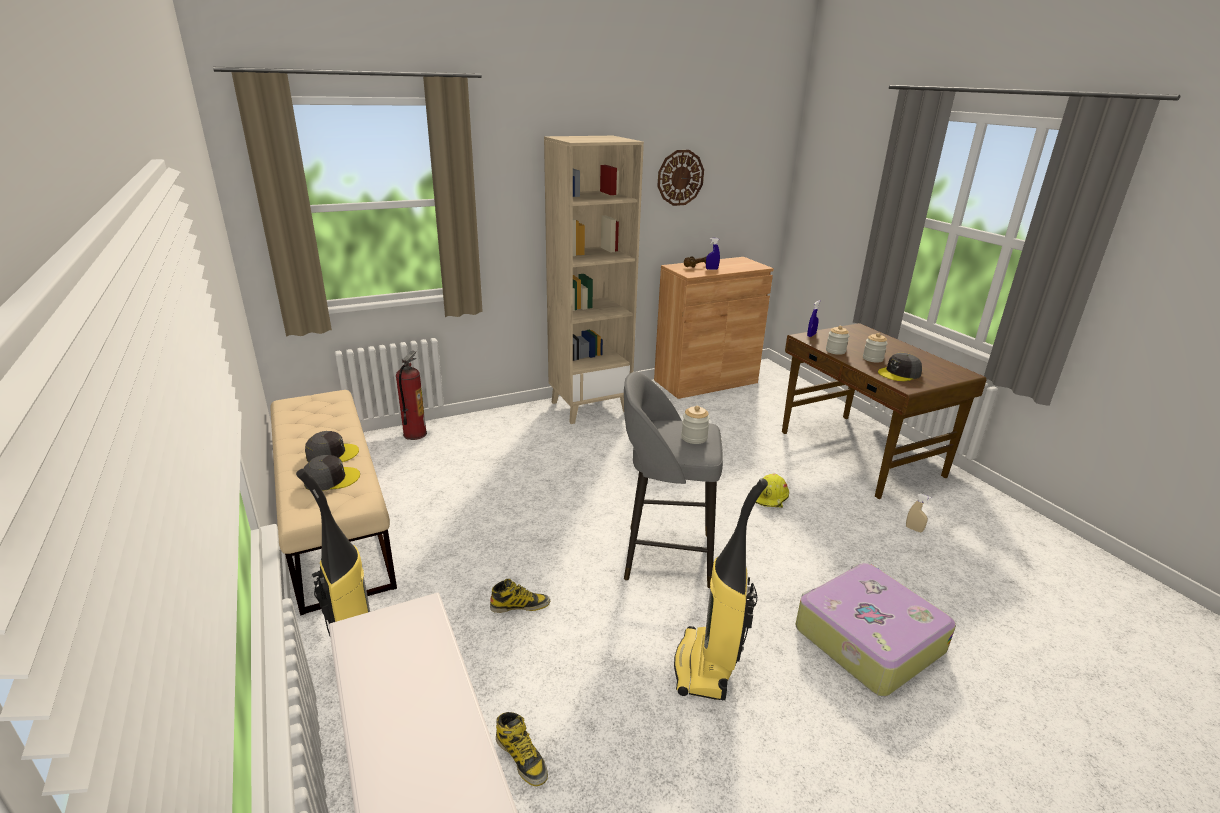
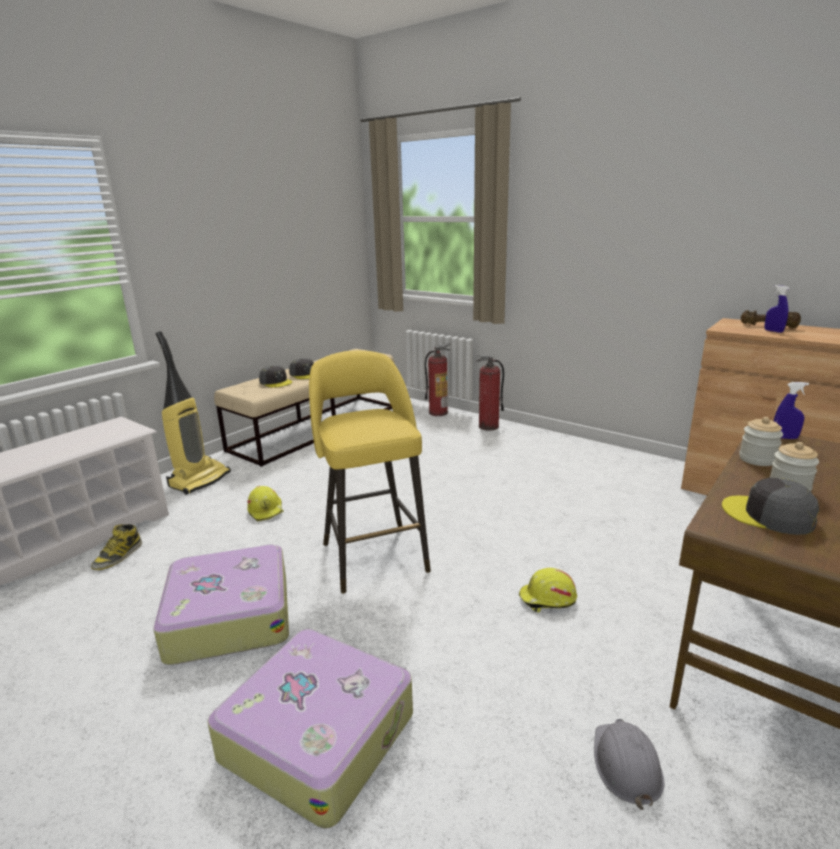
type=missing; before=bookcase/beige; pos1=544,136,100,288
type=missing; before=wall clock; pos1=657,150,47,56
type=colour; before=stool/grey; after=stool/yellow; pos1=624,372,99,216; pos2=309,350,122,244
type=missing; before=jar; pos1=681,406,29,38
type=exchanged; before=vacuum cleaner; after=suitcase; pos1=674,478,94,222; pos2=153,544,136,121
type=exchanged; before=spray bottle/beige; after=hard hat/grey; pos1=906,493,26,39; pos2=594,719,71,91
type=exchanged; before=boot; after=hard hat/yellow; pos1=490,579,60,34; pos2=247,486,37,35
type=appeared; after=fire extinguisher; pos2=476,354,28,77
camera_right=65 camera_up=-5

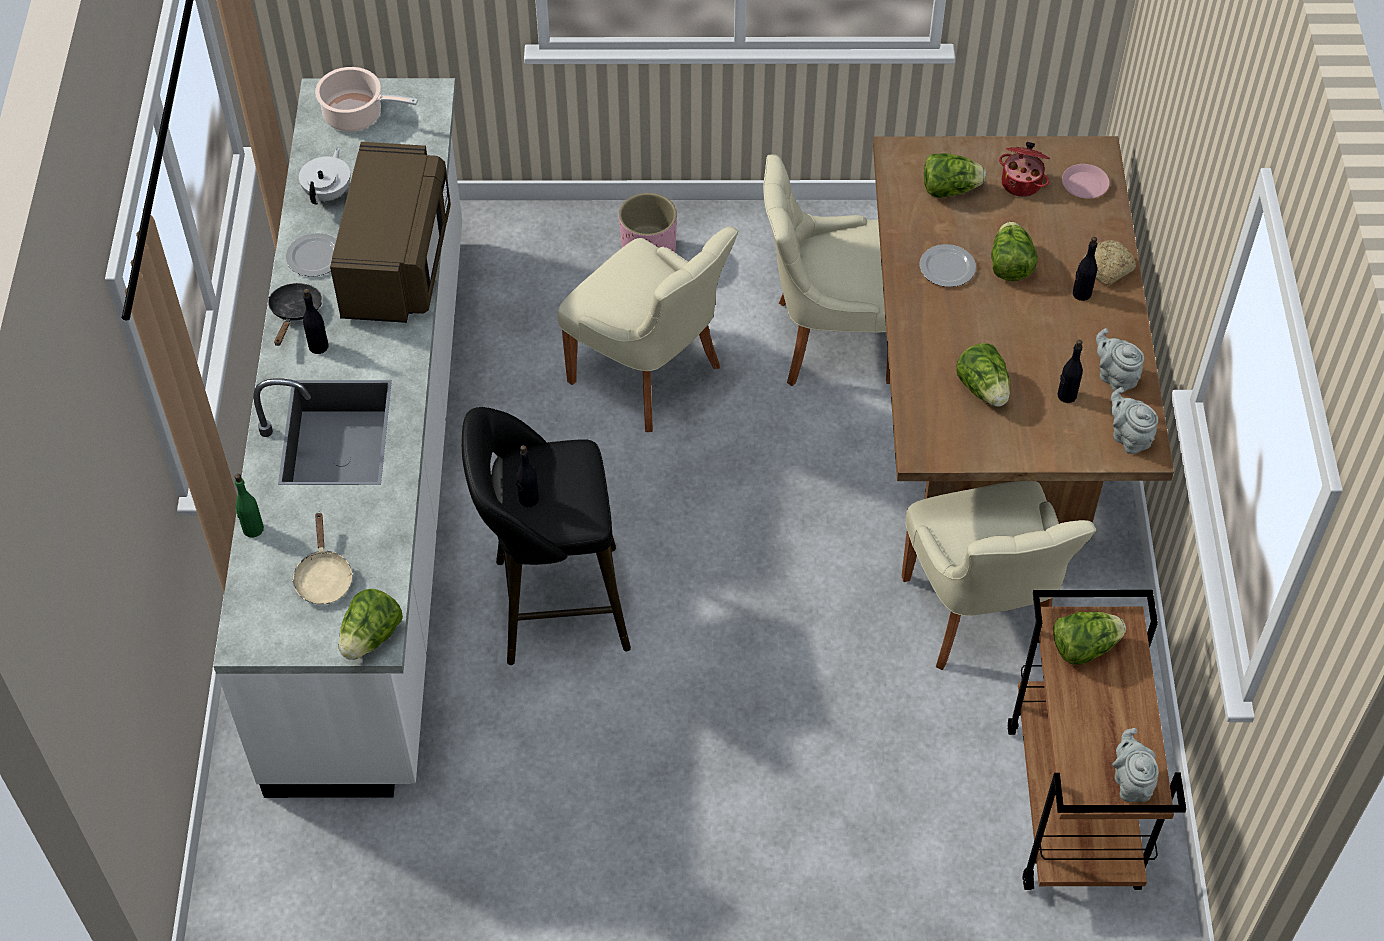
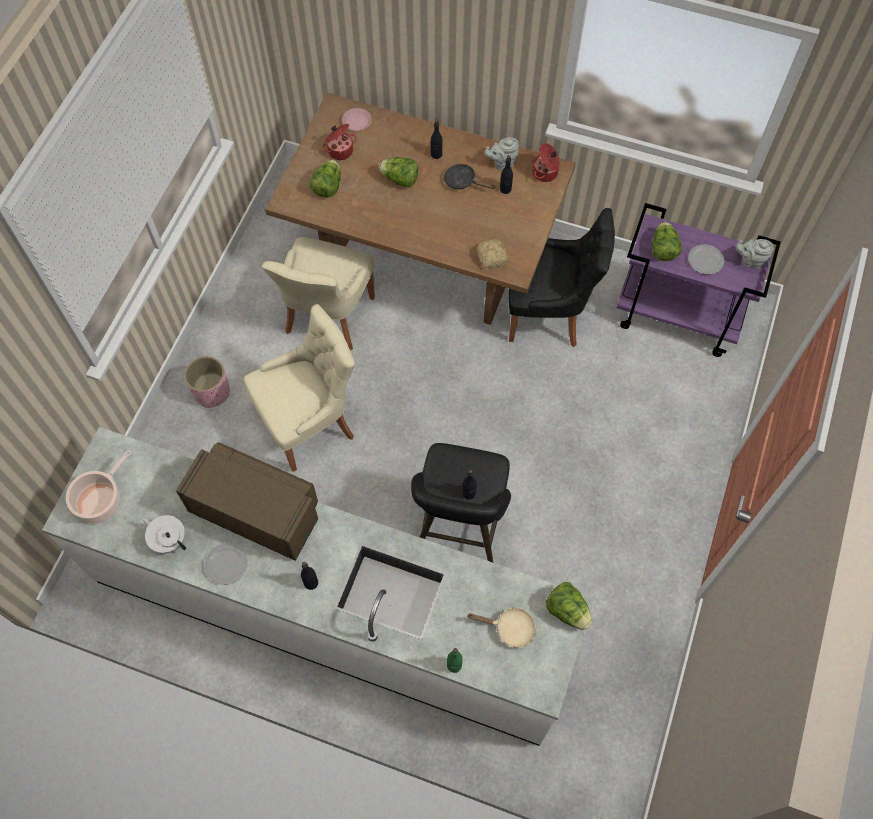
type=relocated; before=bread; pos1=1082,240,54,46; pos2=477,239,32,30
type=relocated; before=plate; pos1=919,244,57,43; pos2=688,244,36,31
type=relocated; before=frying pan/black; pos1=268,283,54,63; pos2=443,164,52,25
type=missing; before=lettuce; pos1=956,343,54,64
type=exchanged; before=teapot/grey; after=cooking pot; pos1=1111,387,47,67; pos2=532,143,28,39
type=colour; before=chair/beige; after=chair/black; pos1=902,481,194,189; pos2=508,208,107,139
type=colour; before=cart/brown; after=cart/purple; pos1=1007,590,179,300; pos2=616,203,165,154
camera_right=-70 camera_up=10

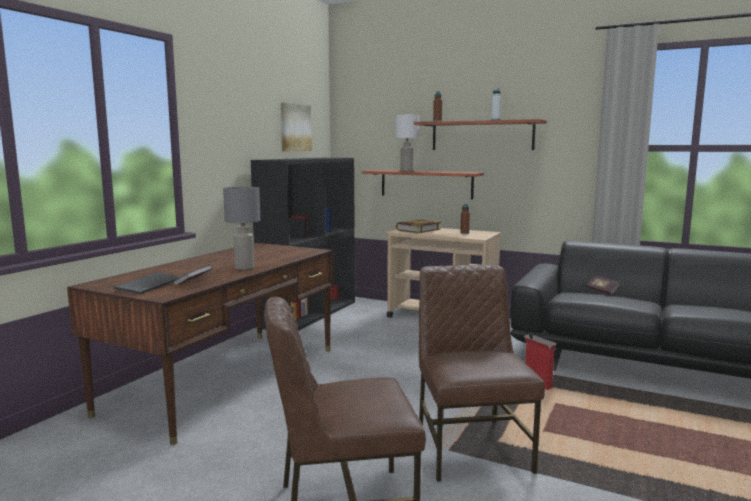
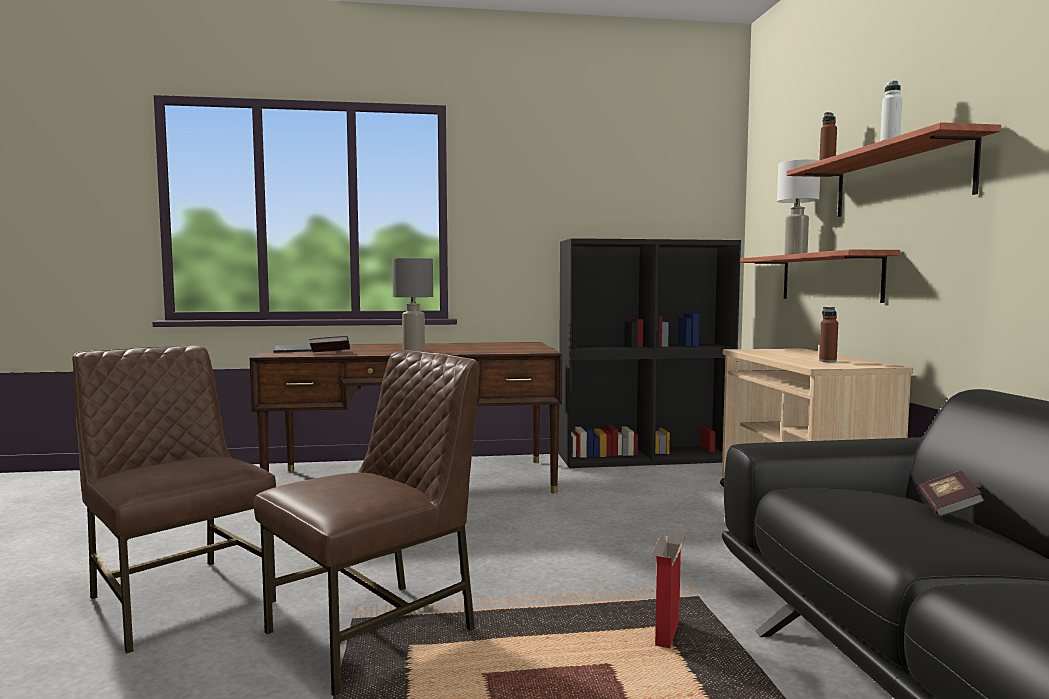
type=missing; before=picture; pos1=281,103,31,48
type=missing; before=book; pos1=396,219,45,14
camera_right=55 camera_up=-5

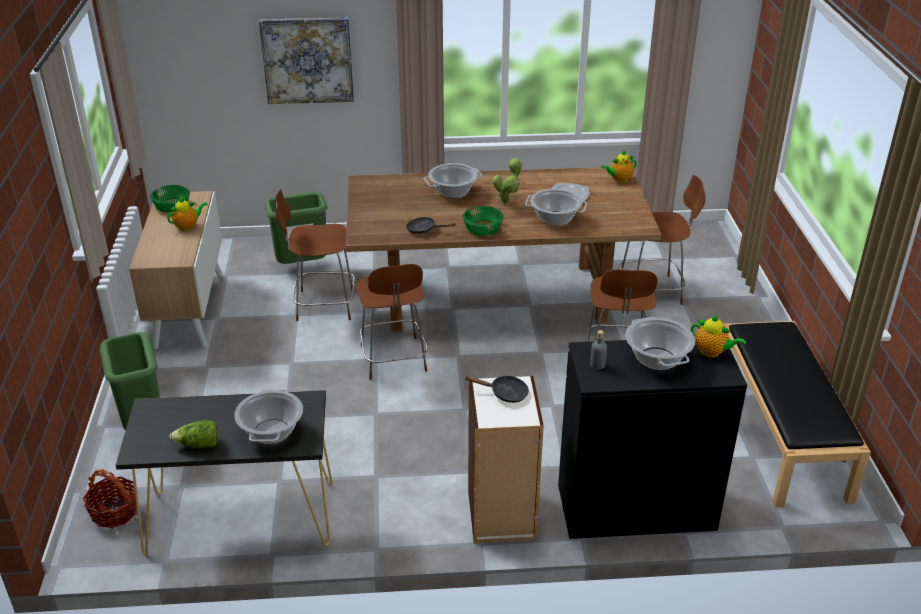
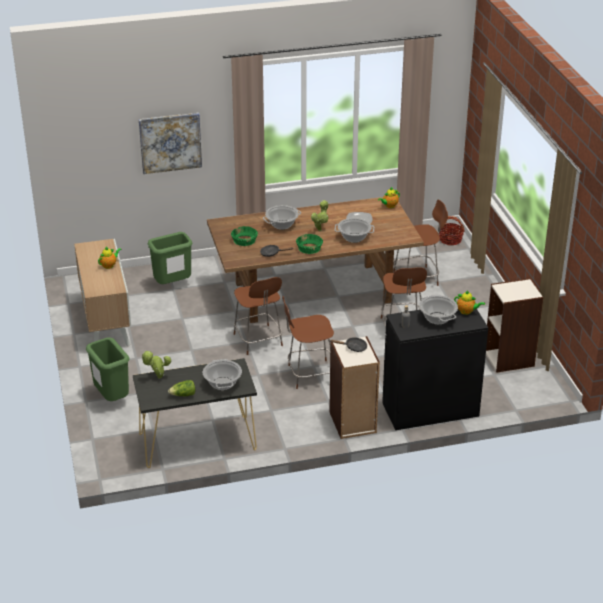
type=relocated; before=bowl/green; pos1=150,185,40,27; pos2=231,226,27,20
type=relocated; before=stool/brown; pos1=276,189,79,132; pos2=282,296,52,93
type=exchanged; before=bench/black; after=bookcase; pos1=724,321,147,187; pos2=486,278,57,94
type=relocated; before=basket; pos1=83,469,55,59; pos2=438,216,26,29
type=appeared; after=potted plant; pos2=141,351,30,28
camera_right=-10 camera_up=0

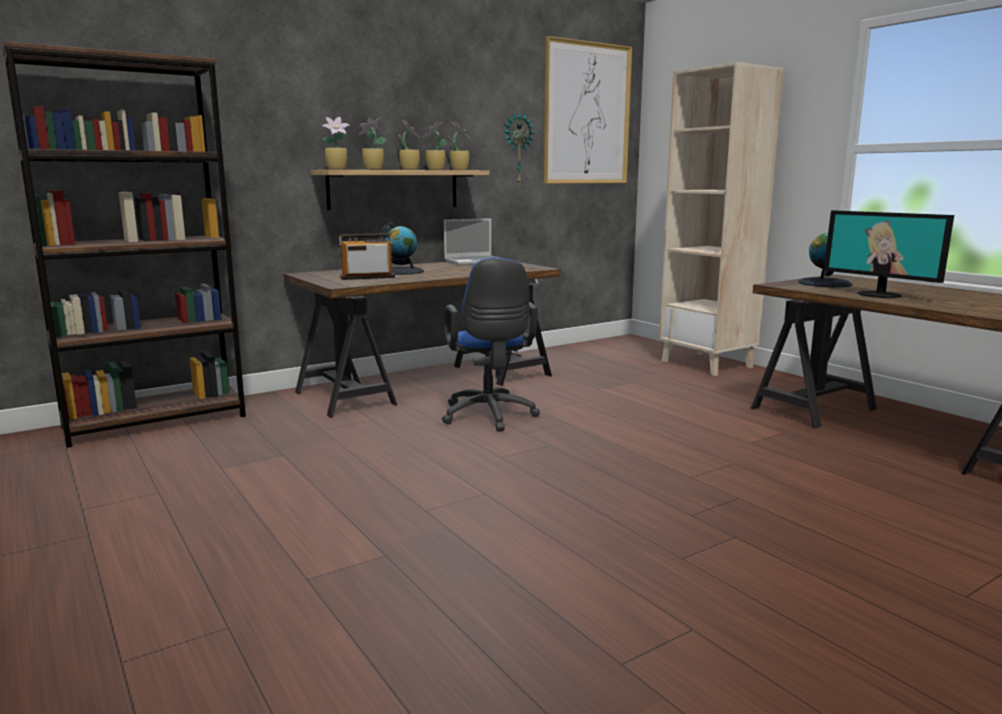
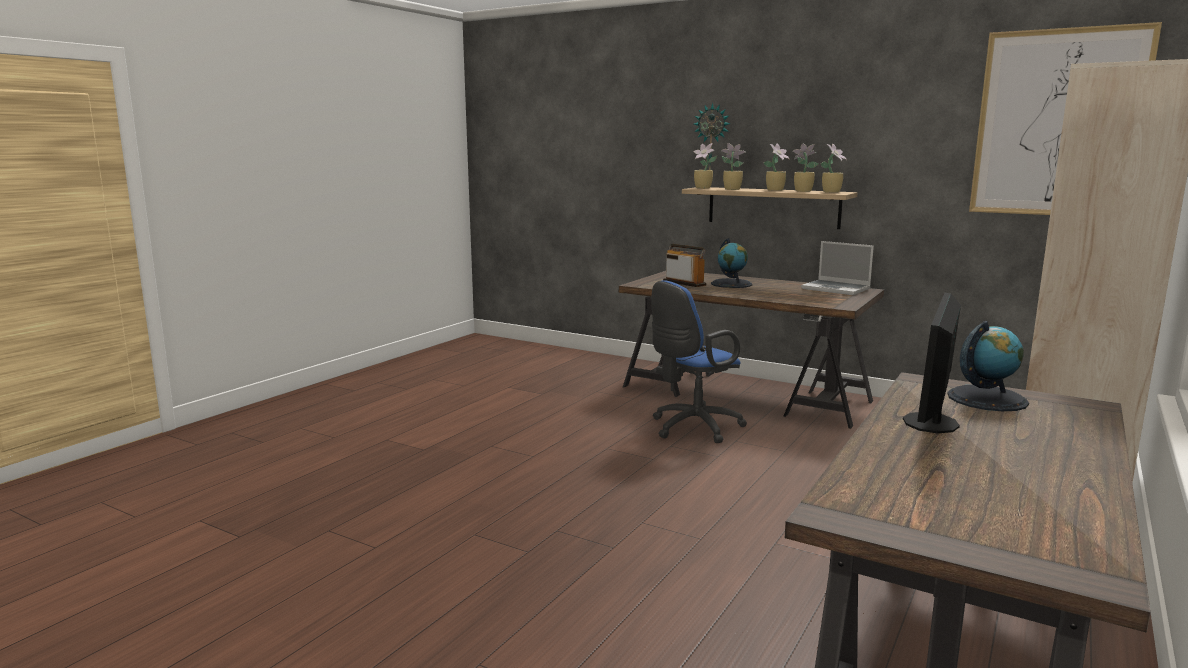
type=missing; before=bookcase/brown; pos1=3,41,243,407
type=relocated; before=wall clock; pos1=503,112,31,71; pos2=694,103,36,67
camera_right=65 camera_up=0

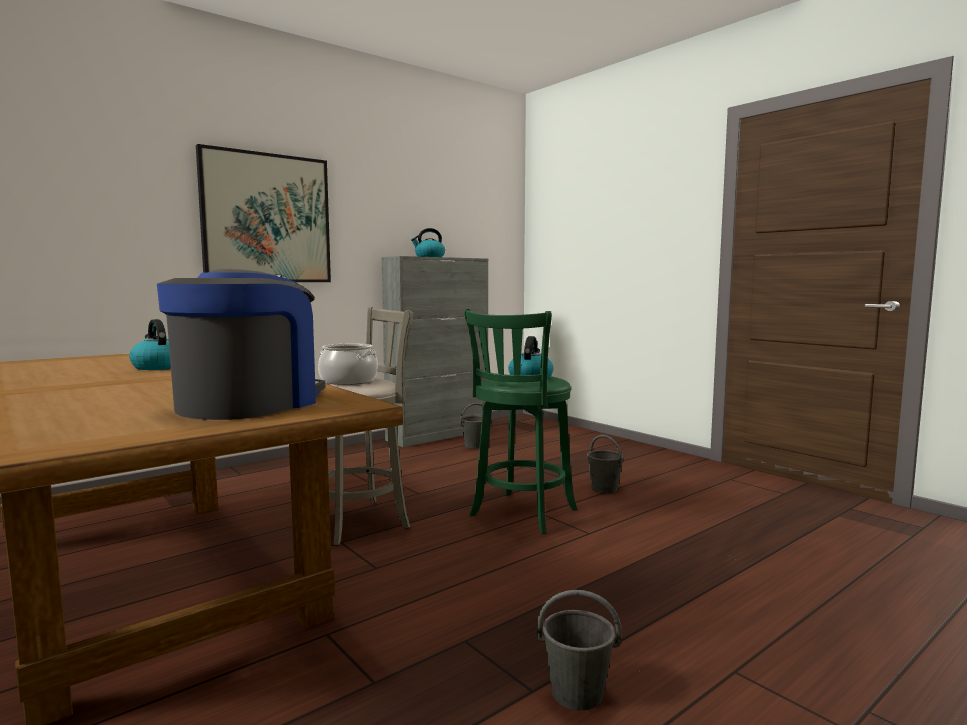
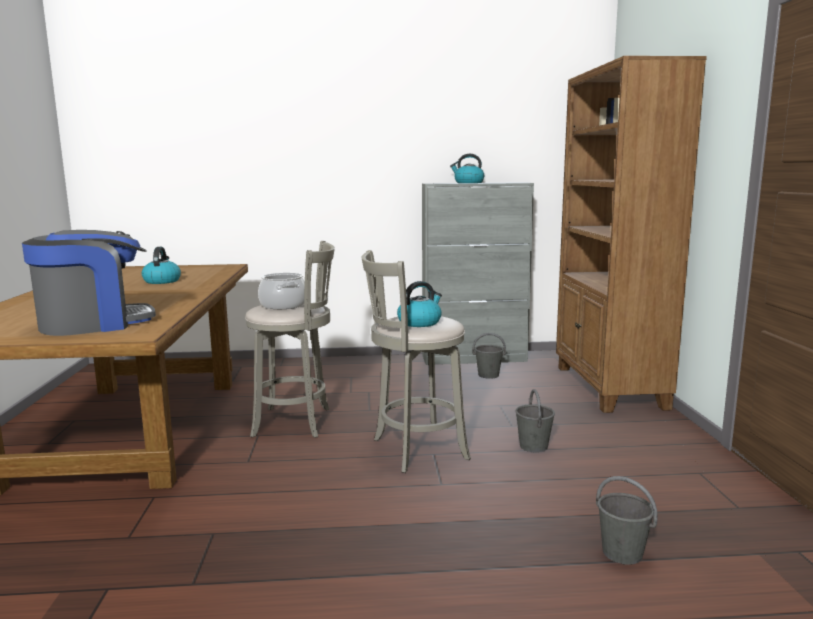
type=missing; before=picture; pos1=196,144,135,138
type=colour; before=stool/green; after=stool/grey; pos1=464,309,114,225; pos2=361,250,110,223
type=relocated; before=bucket/grey; pos1=537,590,84,120; pos2=596,476,62,89
type=appeared; after=bookcase/brown; pos2=556,56,151,357
camera_right=35 camera_up=5

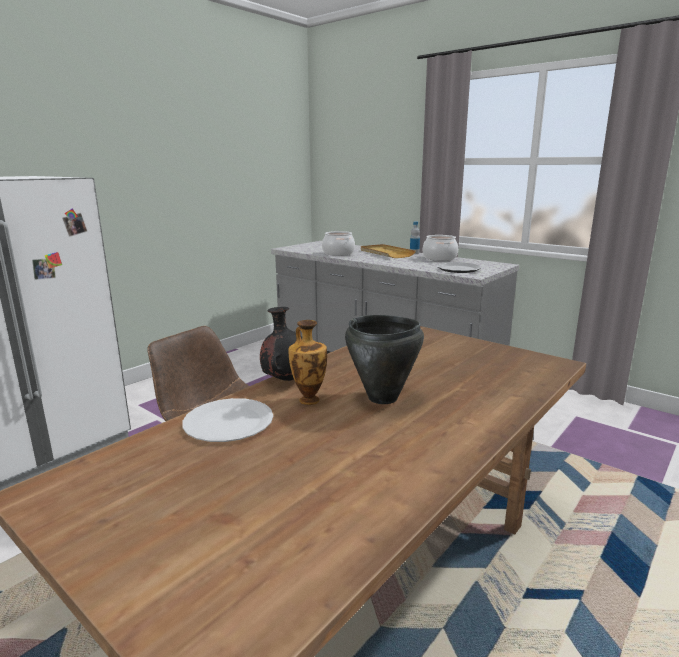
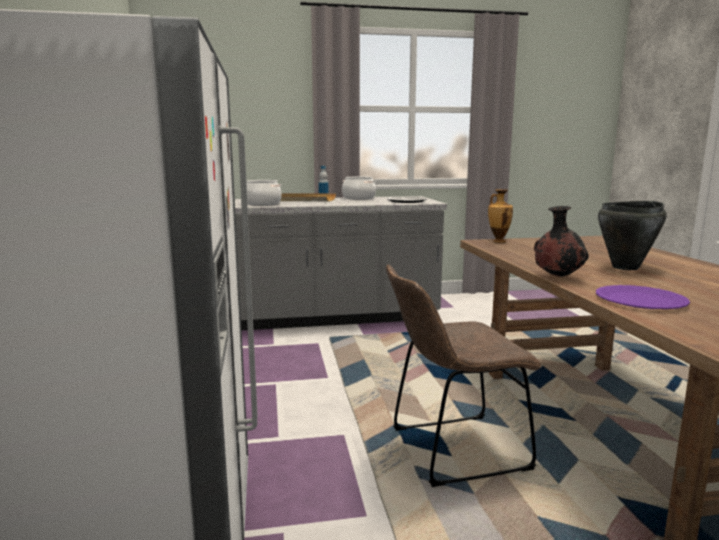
type=relocated; before=vase; pos1=288,320,39,85; pos2=488,189,25,54
type=colour; before=plate/white; after=plate/purple; pos1=182,398,91,44; pos2=596,285,94,24
camera_right=-50 camera_up=-5

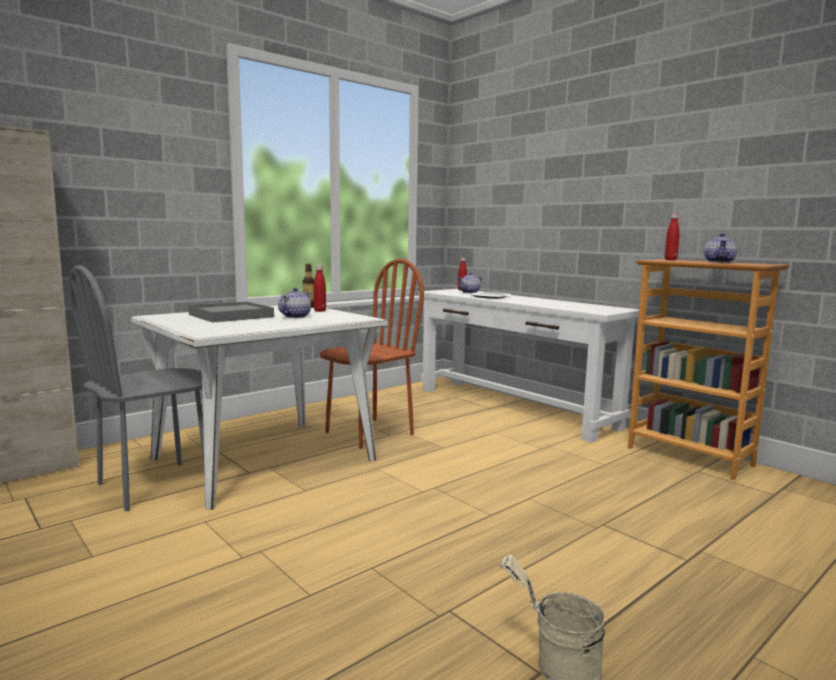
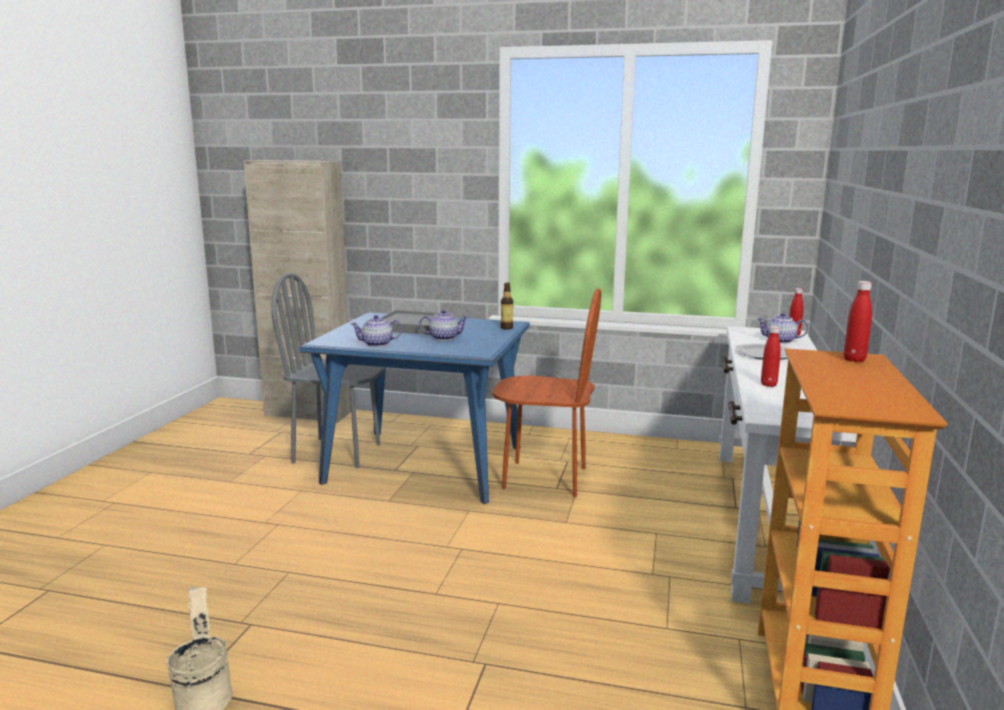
type=relocated; before=teapot; pos1=704,233,33,30; pos2=350,315,52,32
type=relocated; before=bottle/red; pos1=314,265,12,47; pos2=761,326,20,61
type=colour; before=dining table/white; after=dining table/blue; pos1=131,305,257,205; pos2=299,313,231,191
camera_right=55 camera_up=5

